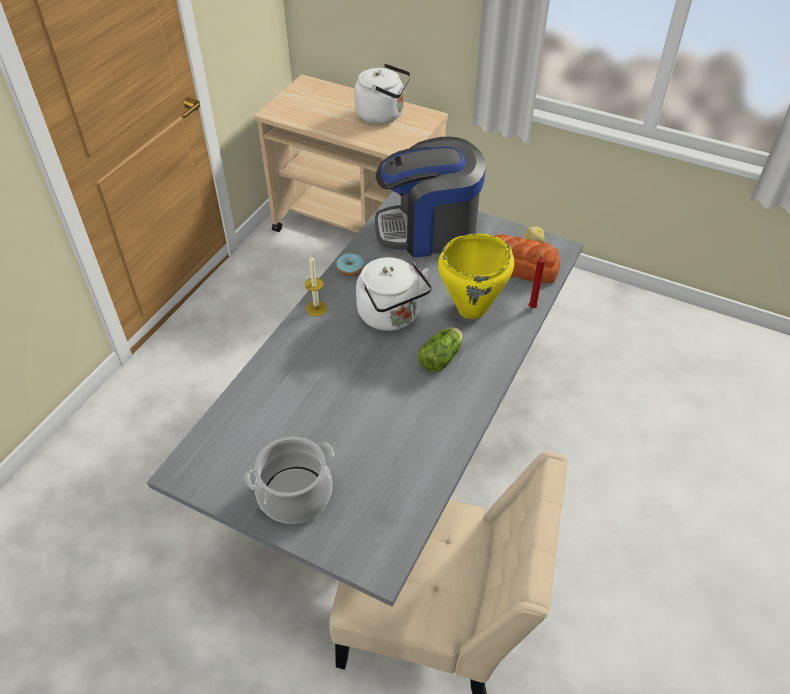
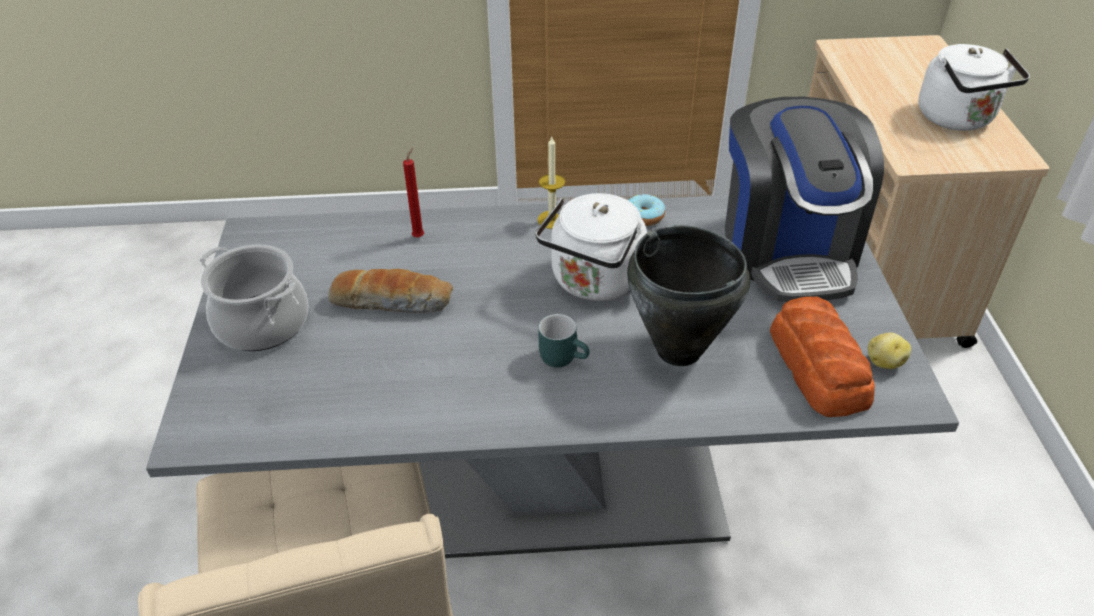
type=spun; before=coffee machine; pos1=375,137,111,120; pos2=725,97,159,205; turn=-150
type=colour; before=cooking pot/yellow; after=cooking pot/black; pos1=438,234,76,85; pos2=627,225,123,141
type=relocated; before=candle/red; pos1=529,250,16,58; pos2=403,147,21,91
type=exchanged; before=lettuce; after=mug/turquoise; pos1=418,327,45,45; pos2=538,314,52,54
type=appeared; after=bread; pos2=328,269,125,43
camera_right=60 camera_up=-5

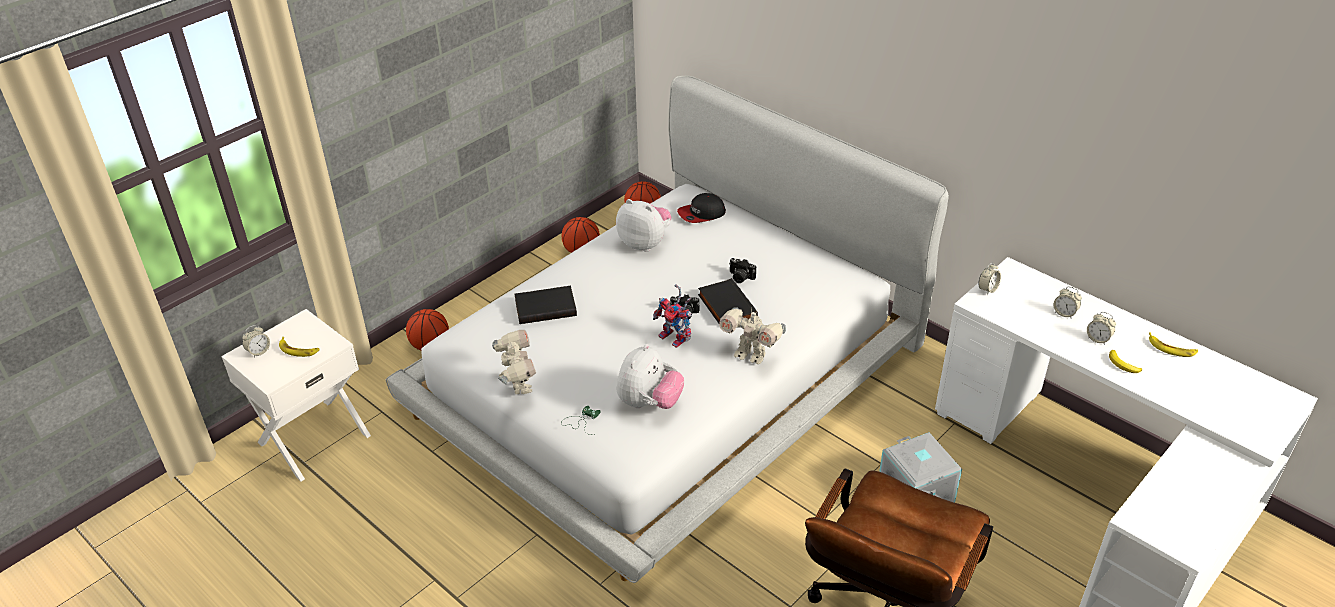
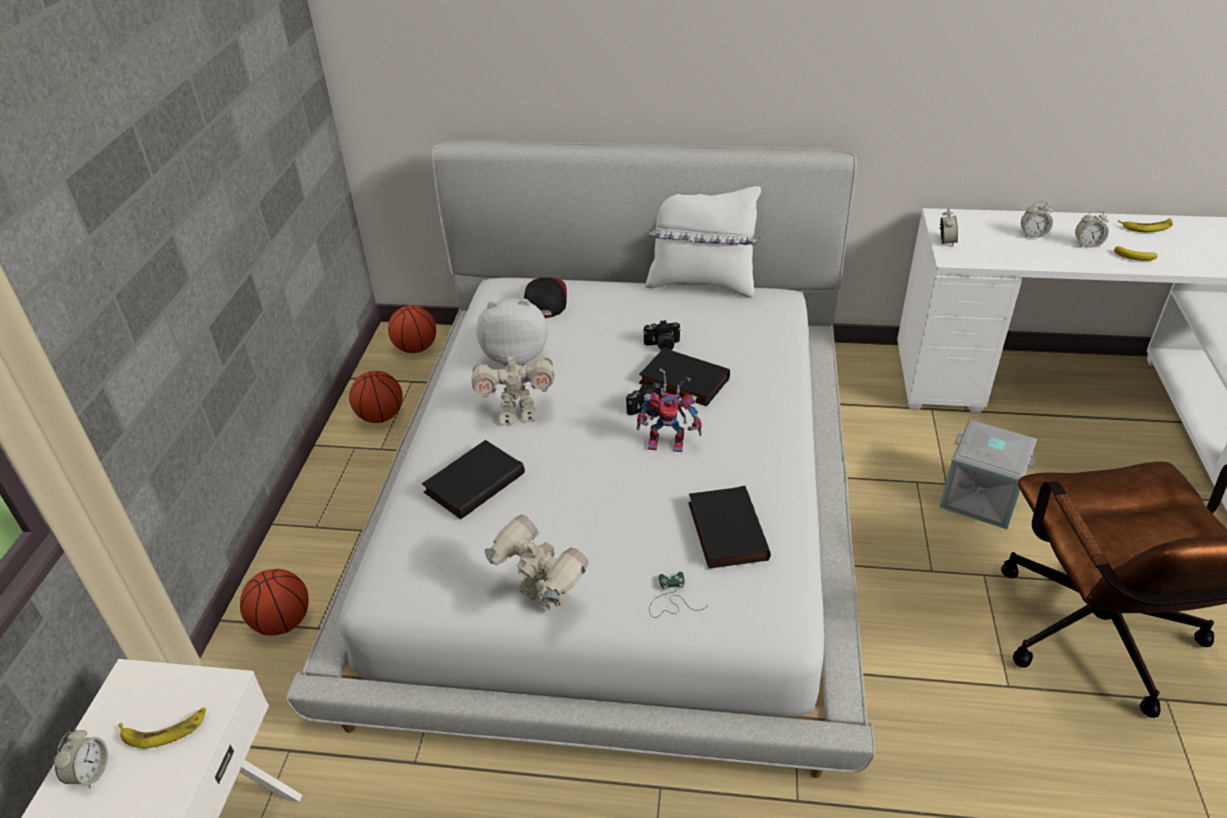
type=spun; before=cap; pos1=677,193,49,30; pos2=524,277,43,41; turn=150
type=relocated; before=toy robot; pos1=719,307,67,57; pos2=471,350,84,75
type=exchanged; before=plush toy; after=book/black; pos1=617,344,67,65; pos2=688,486,83,83
type=appeared; after=pillow/white; pos2=645,186,116,112
camera_right=-35 camera_up=0

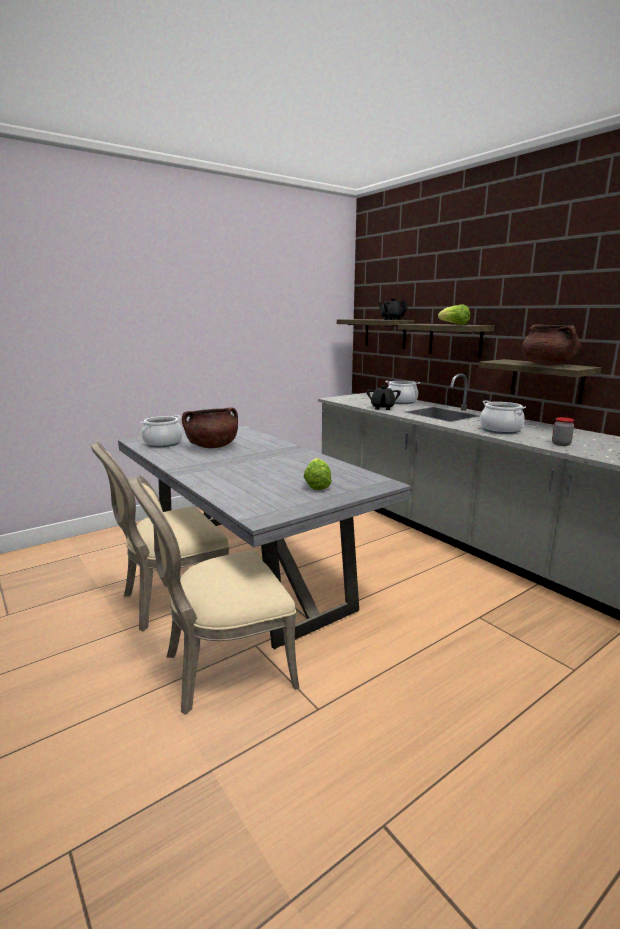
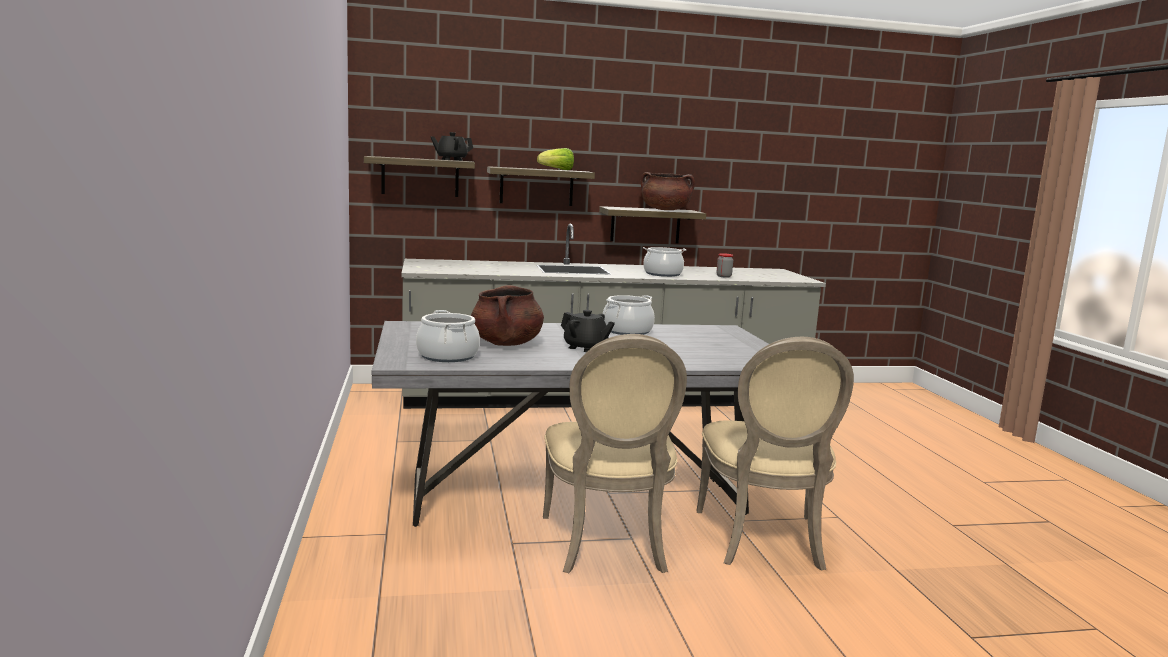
type=relocated; before=cooking pot; pos1=385,380,35,24; pos2=603,295,52,40
type=relocated; before=teapot/black; pos1=366,386,35,24; pos2=561,310,54,42
type=missing; before=lettuce; pos1=304,458,28,32
camera_right=-65 camera_up=-5

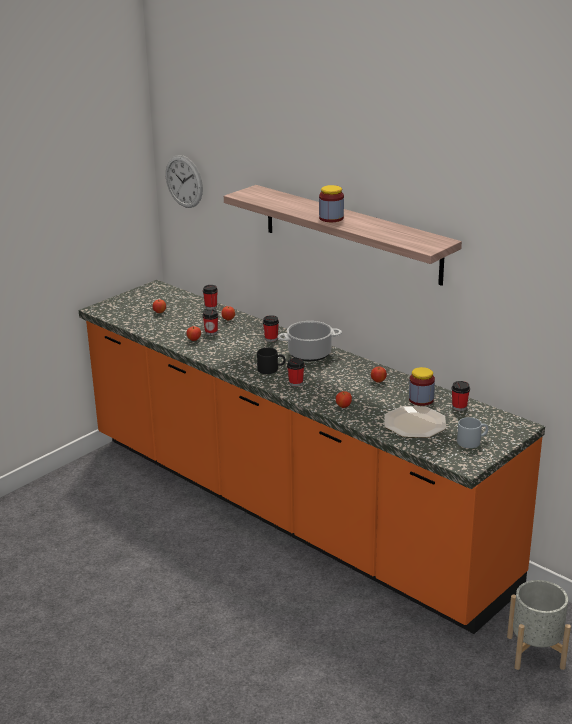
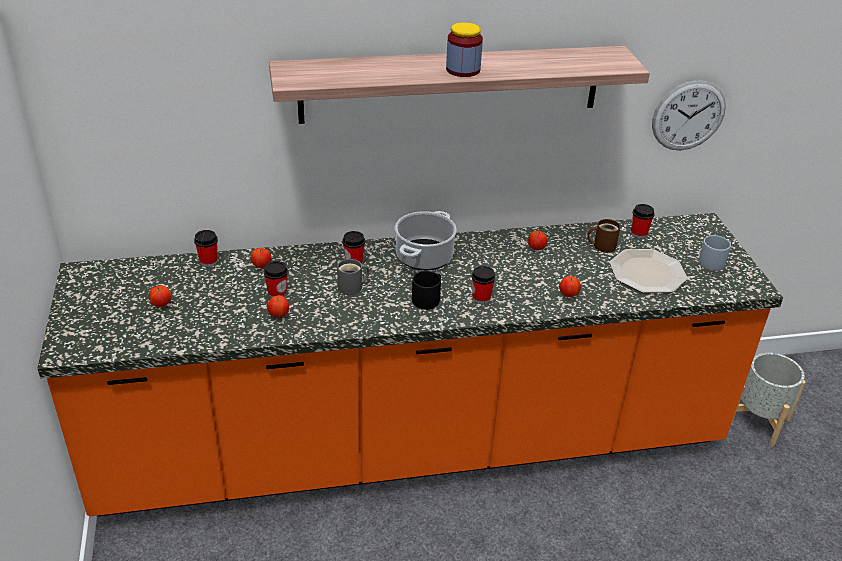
type=relocated; before=wall clock; pos1=166,155,37,53; pos2=652,80,74,70
type=exchanged; before=jar; after=mug/brown; pos1=409,367,26,39; pos2=587,219,33,33
type=appeared; after=mug/grey; pos2=337,259,33,36
camera_right=-55 camera_up=10

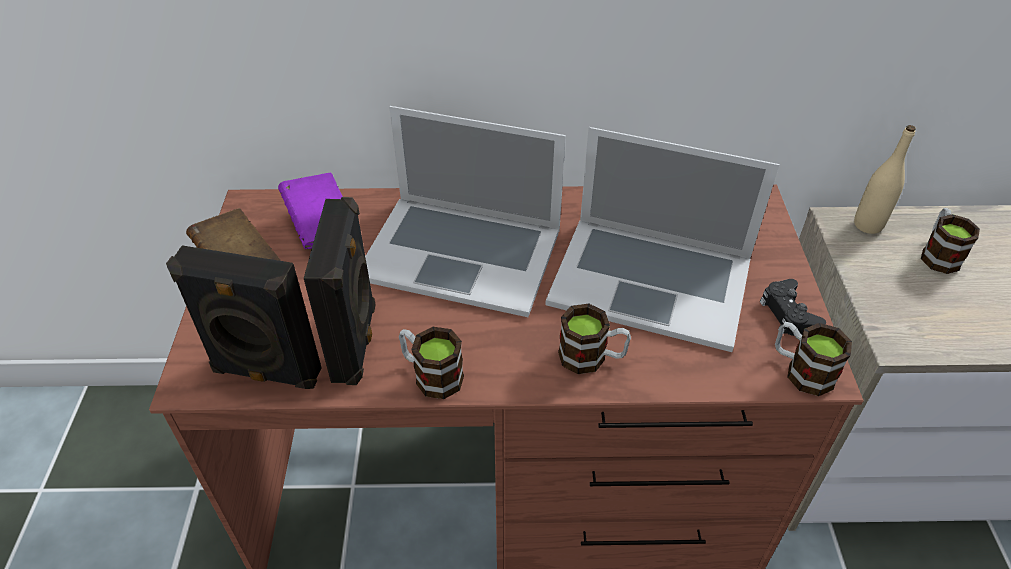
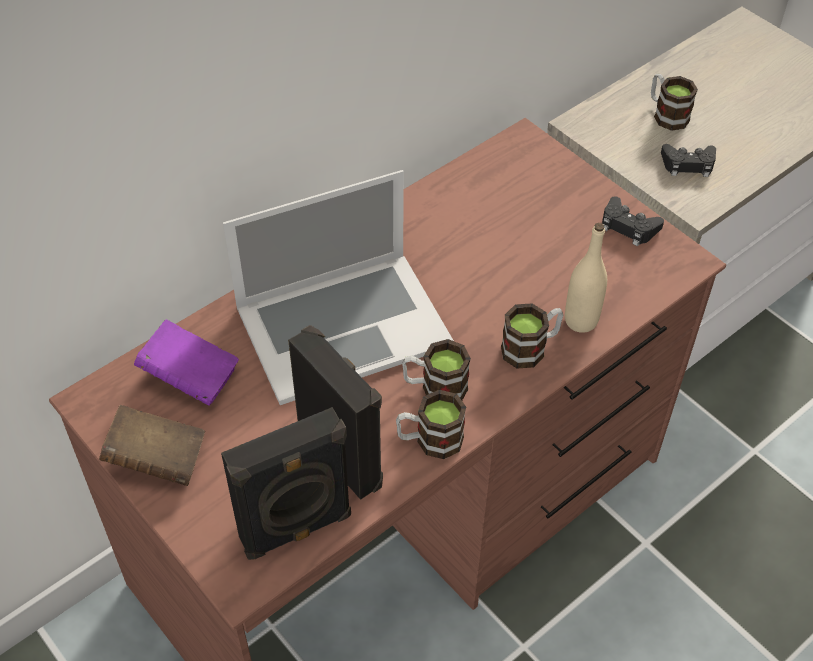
type=relocated; before=bottle/beige; pos1=854,125,62,109; pos2=565,223,42,110
type=missing; before=laptop; pos1=545,127,234,225
type=relocated; before=mug; pos1=775,322,77,74; pos2=402,339,69,61
type=appeared; after=game controller/black; pos2=661,144,55,33
camera_right=-40 camera_up=5

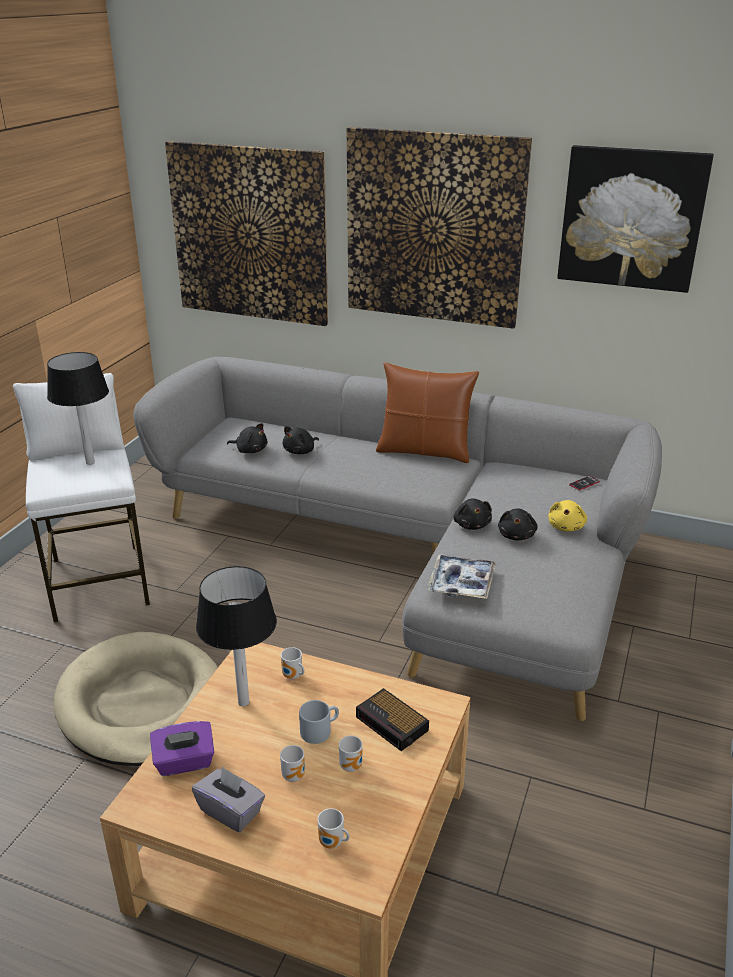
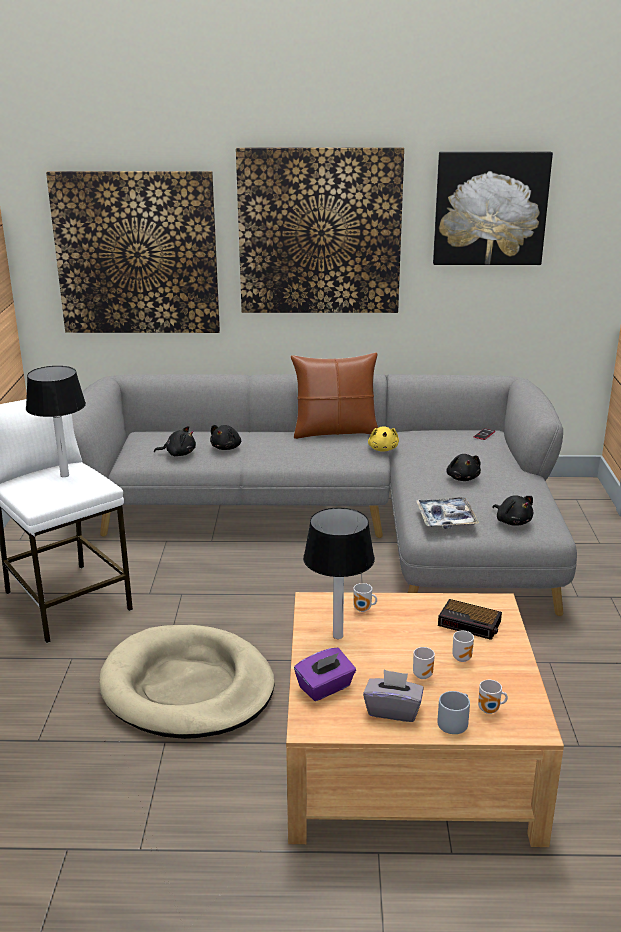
type=relocated; before=plush toy/black; pos1=454,498,38,32; pos2=492,495,42,31
type=relocated; before=plush toy/yellow; pos1=548,500,39,32; pos2=368,426,31,26
type=relocated; before=mug/grey; pos1=299,700,40,44; pos2=437,691,33,43
camera_right=-20 camera_up=-5

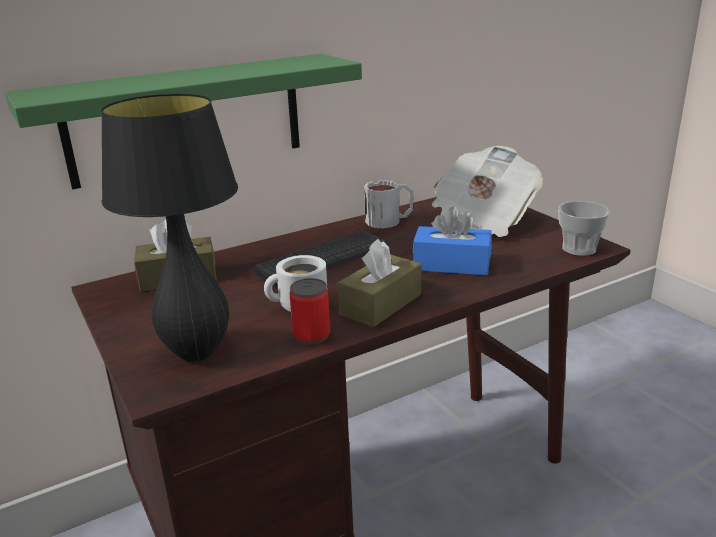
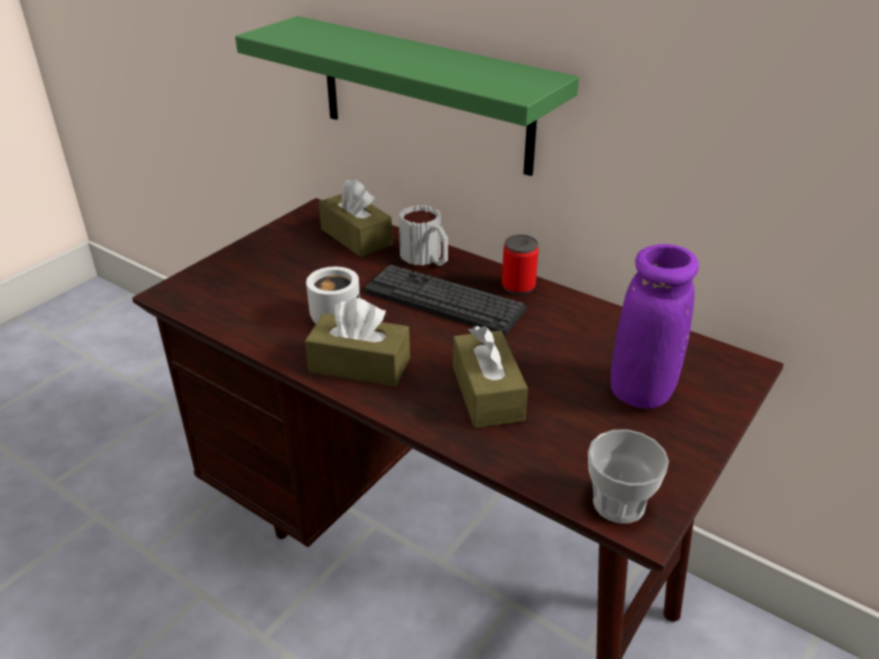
type=missing; before=table lamp/black; pos1=101,94,137,268
type=exchanged; before=newspaper; after=vase/purple; pos1=432,146,111,91; pos2=611,244,88,165
type=relocated; before=mug; pos1=364,180,49,49; pos2=399,205,49,61
type=colour; before=tissue box/blue; after=tissue box/brown; pos1=413,207,79,68; pos2=453,326,75,102
type=relocated; before=can; pos1=289,278,41,67; pos2=502,235,37,60
camera_right=65 camera_up=10

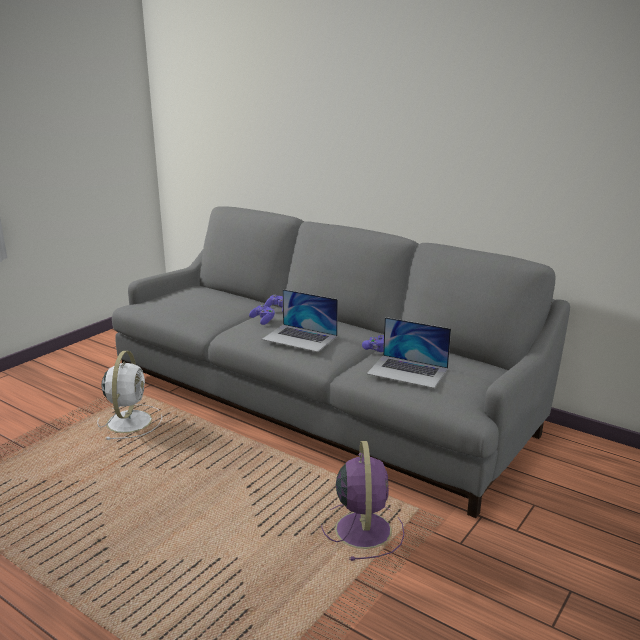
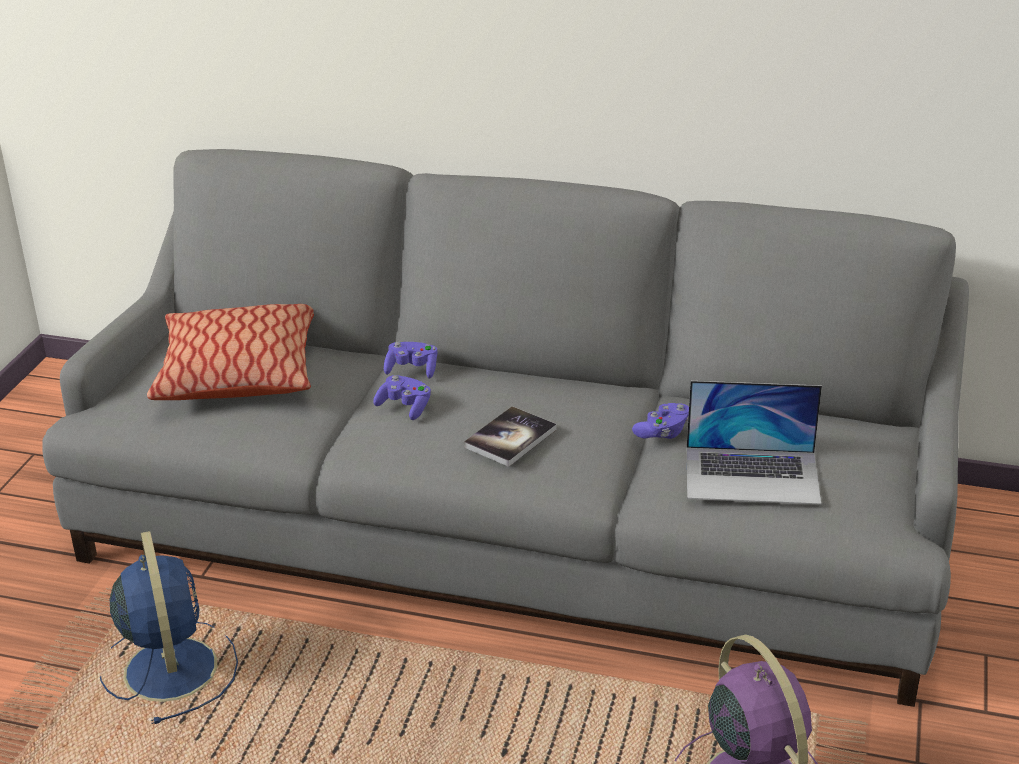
type=exchanged; before=laptop; after=book; pos1=262,289,76,63; pos2=464,406,93,61
type=colour; before=fan/white; after=fan/blue; pos1=97,351,65,89; pos2=100,531,138,193
type=appeared; after=pillow; pos2=147,304,167,96
camera_right=-20 camera_up=10

